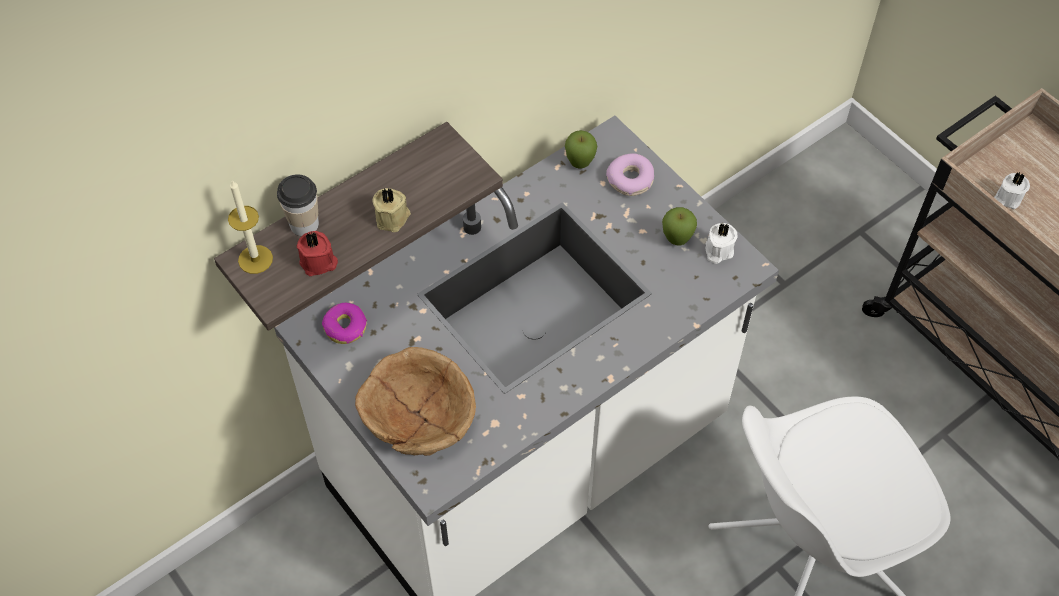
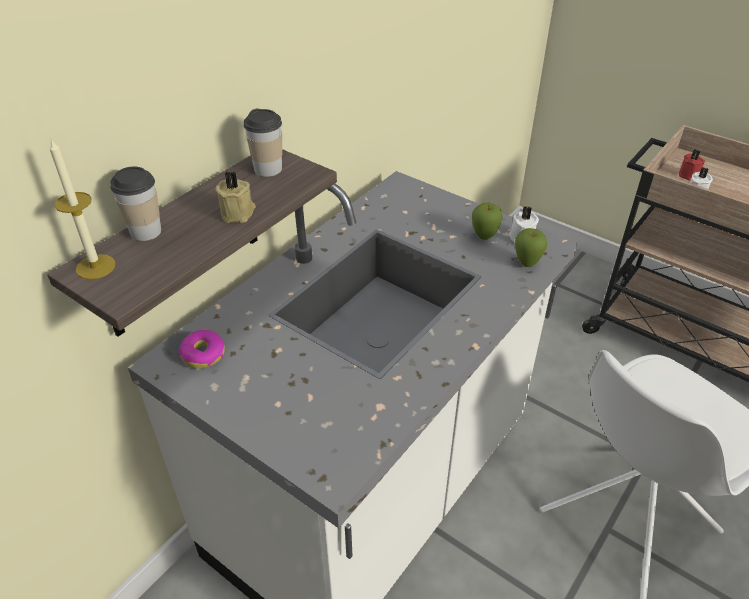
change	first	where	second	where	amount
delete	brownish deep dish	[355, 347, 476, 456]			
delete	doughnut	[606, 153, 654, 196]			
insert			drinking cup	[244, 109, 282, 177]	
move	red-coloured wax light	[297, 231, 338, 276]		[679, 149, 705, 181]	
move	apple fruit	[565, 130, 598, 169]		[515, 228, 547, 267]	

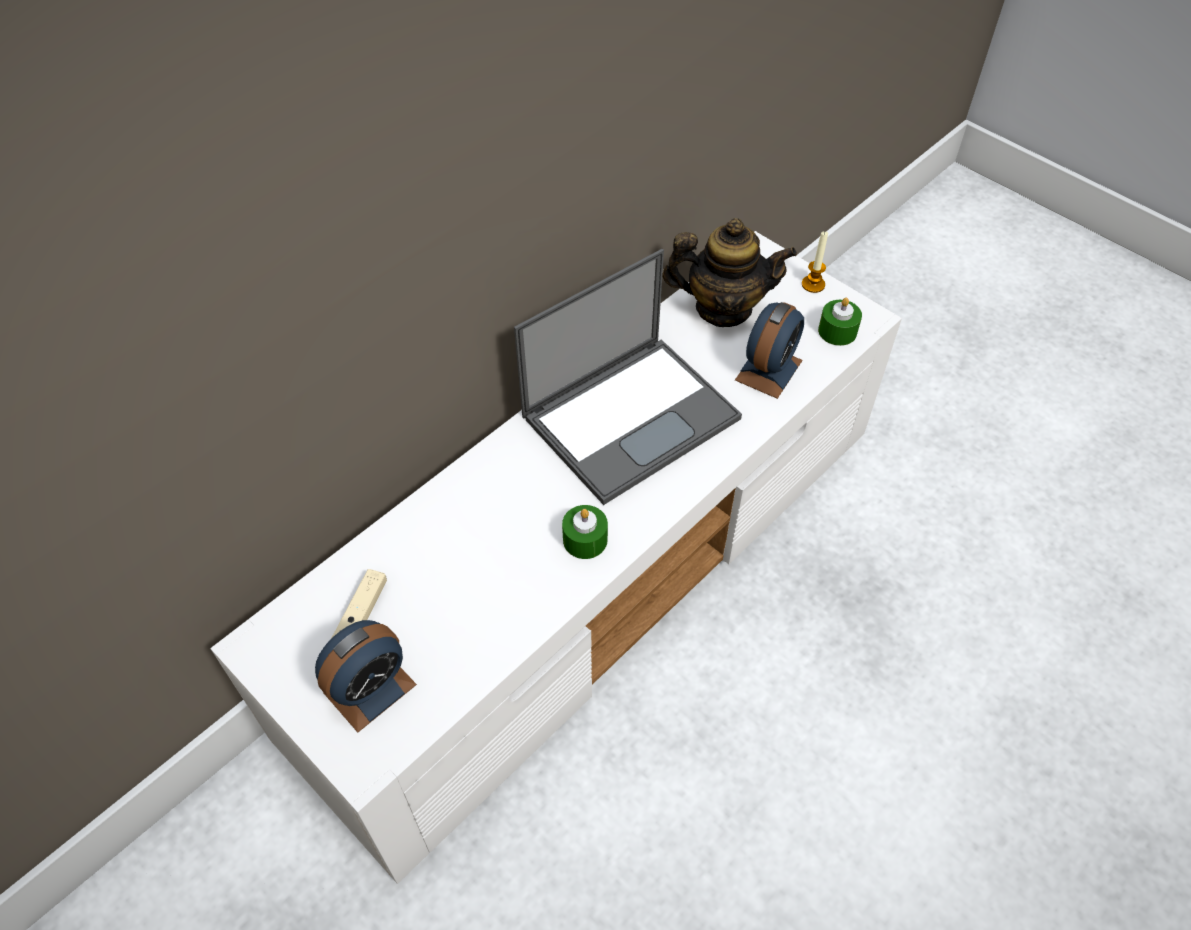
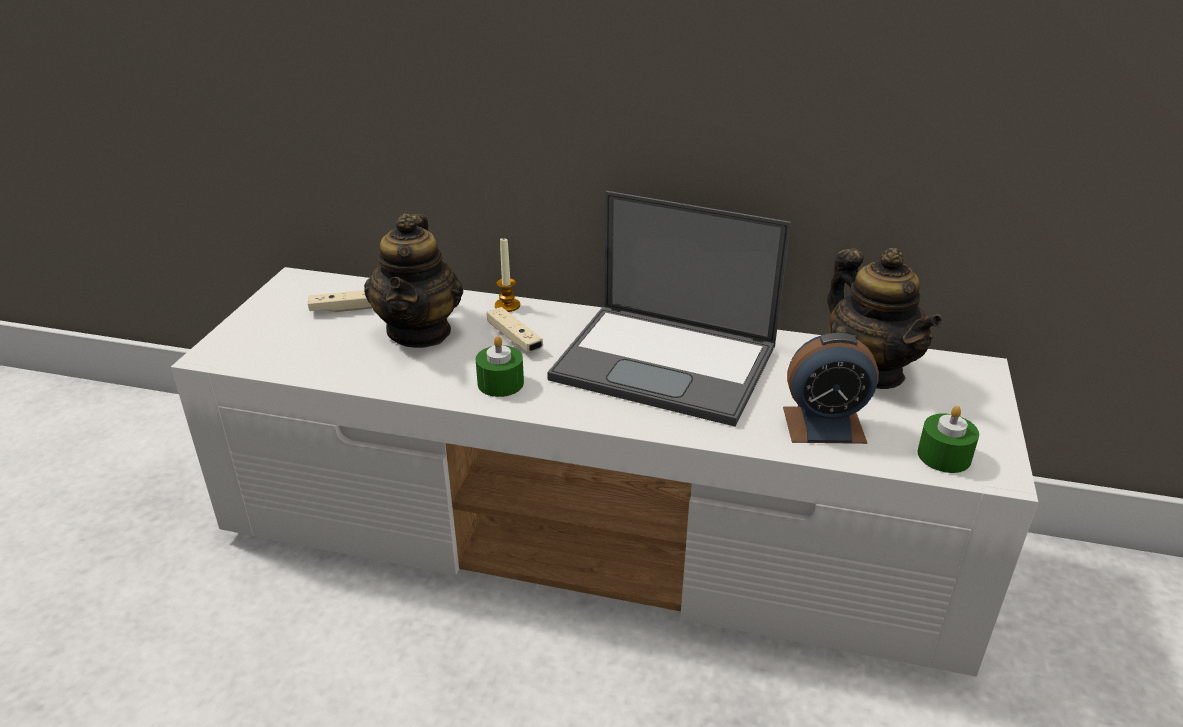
change	first	where	second	where	amount
delete	bedside clock	[315, 620, 417, 732]			
insert			tea pot	[364, 213, 463, 348]	
insert			beige-coloured game controller	[487, 307, 543, 353]	
move	wax light	[802, 231, 828, 293]		[495, 237, 520, 312]	

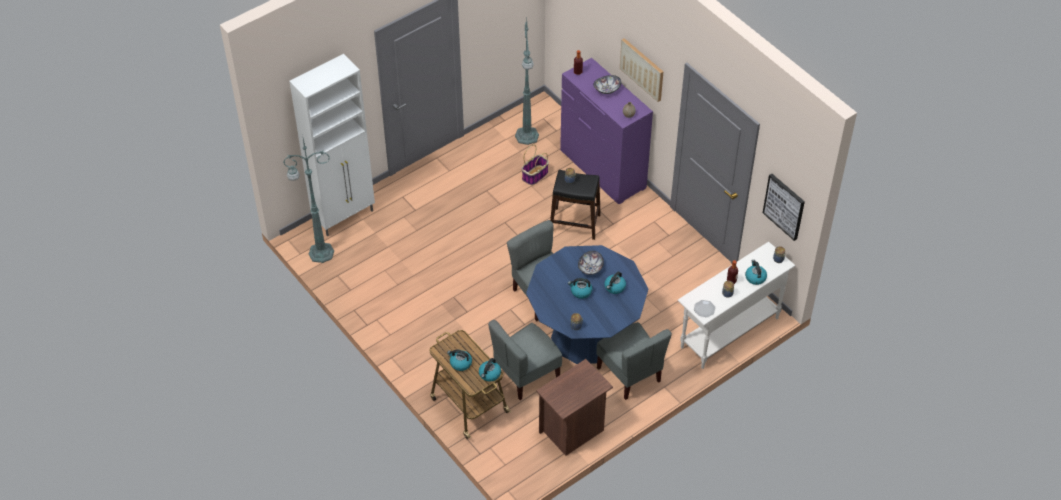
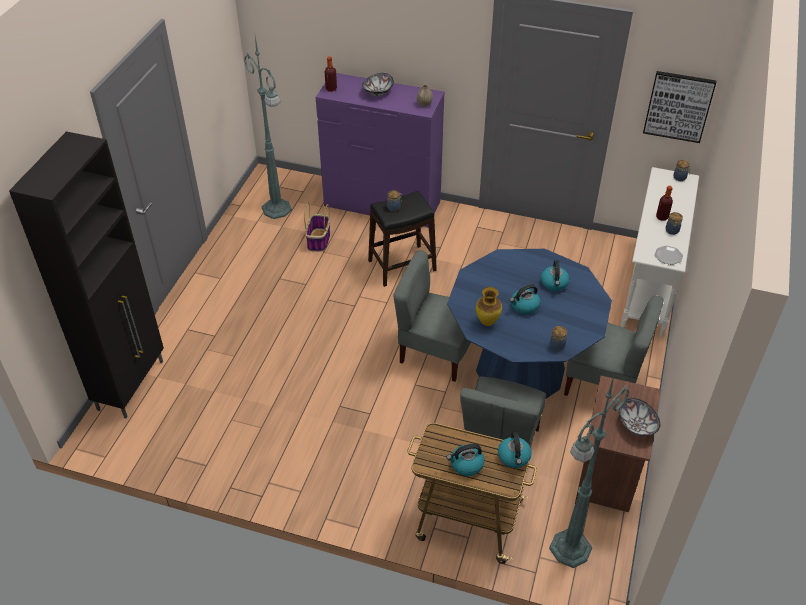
change	first	where	second	where	amount
delete	wall picture	[620, 38, 663, 102]			
delete	water kettle	[745, 260, 767, 285]			
insert			vase	[476, 287, 502, 326]	
move	green-coloured standing lamp	[283, 139, 334, 263]		[549, 376, 630, 568]	
move	deep dish	[578, 251, 604, 275]		[619, 398, 660, 436]	
recolor	white storage cabinet	[289, 54, 375, 237]	black storage cabinet	[9, 131, 164, 418]	

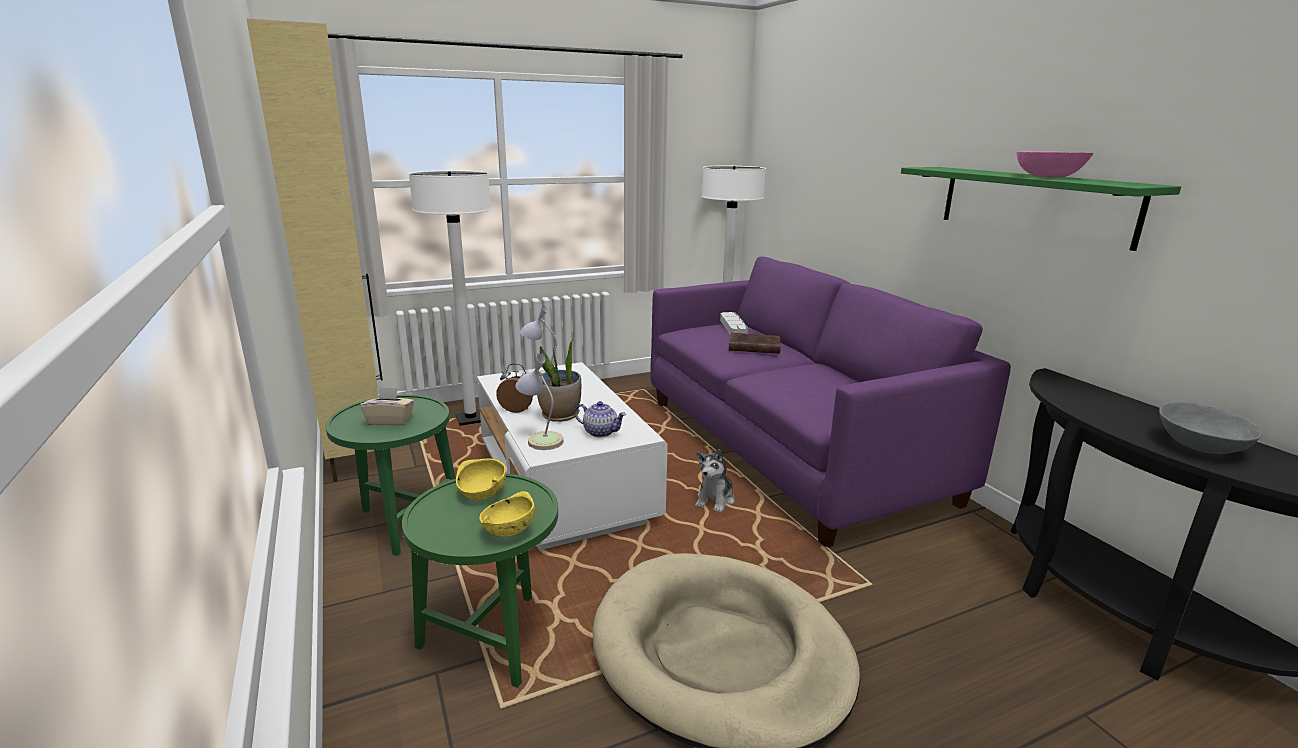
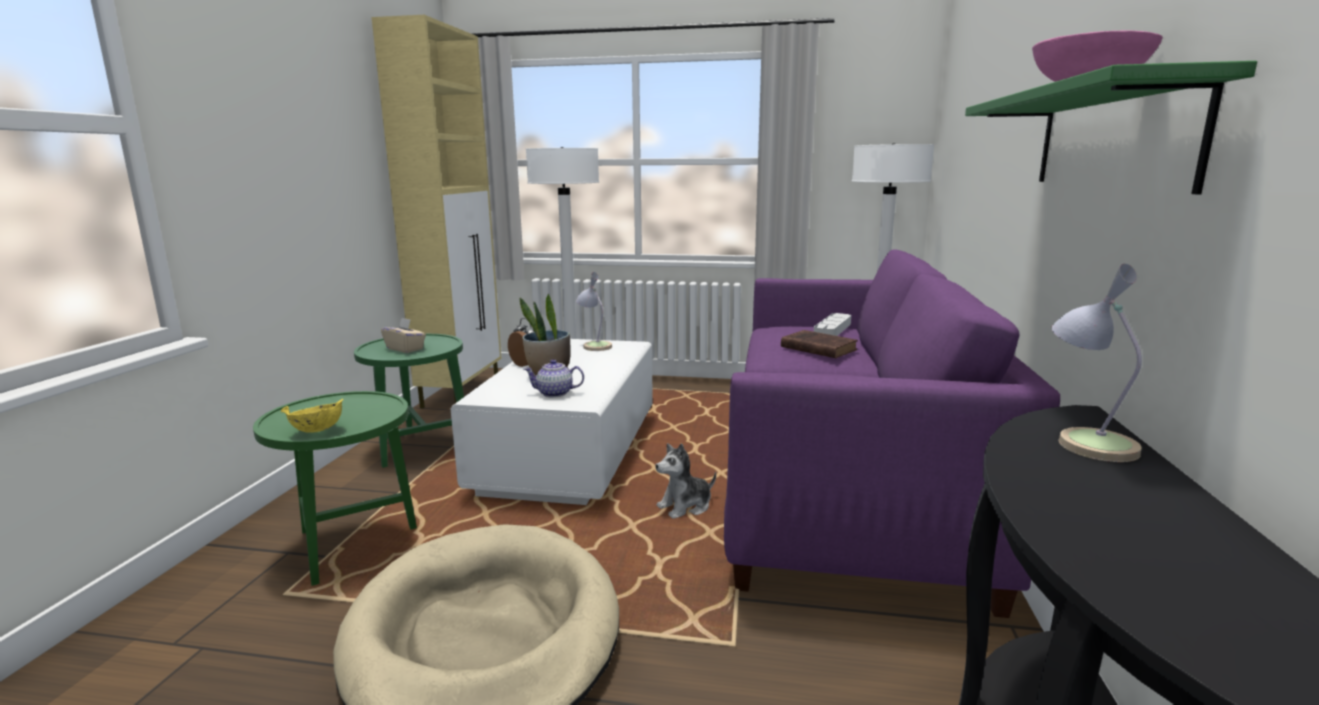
change	first	where	second	where	amount
delete	yellow deep dish	[456, 459, 506, 500]			
delete	greyish deep dish	[1159, 402, 1262, 454]			
move	tabletop lamp	[515, 353, 564, 450]		[1051, 263, 1142, 462]	
rotate	tea pot	[575, 401, 626, 437]		[524, 359, 584, 398]	120 degrees clockwise

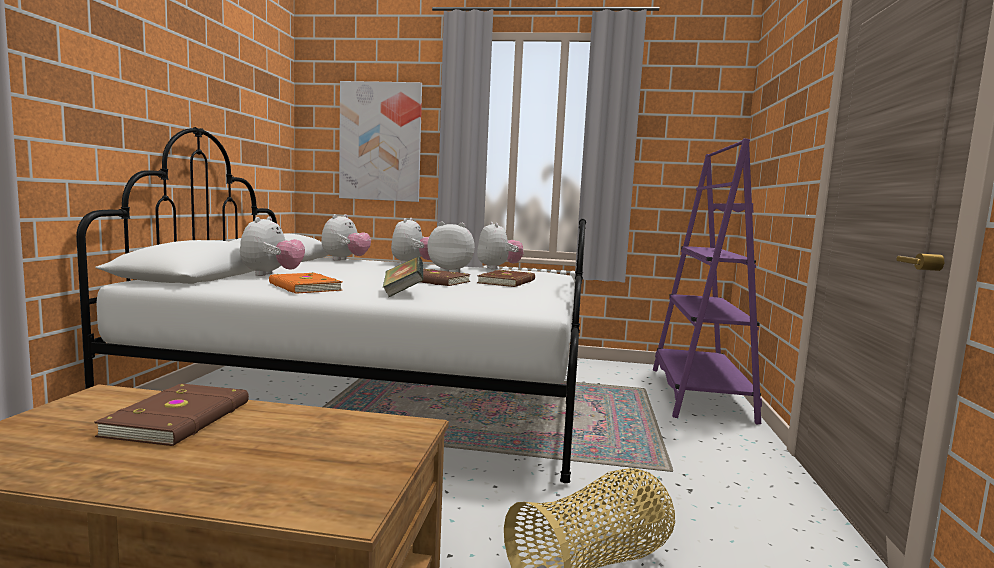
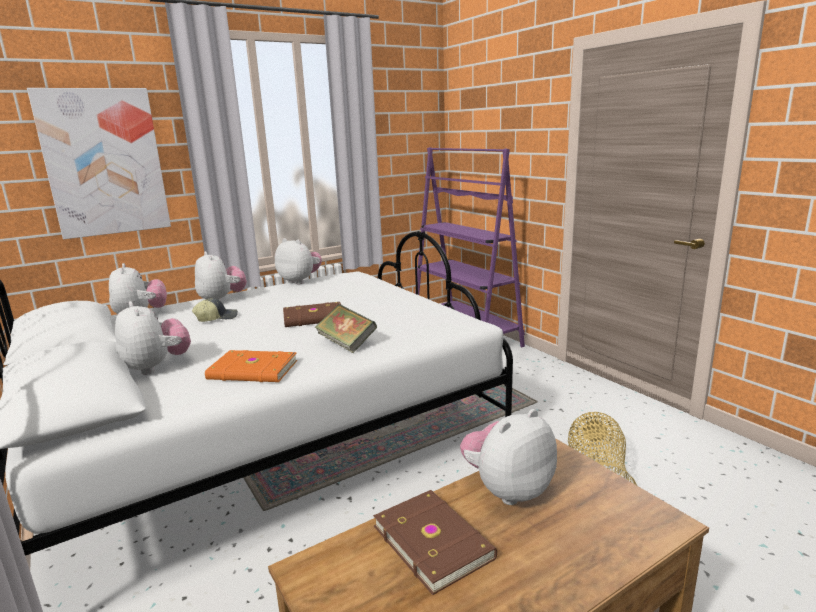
change	first	where	second	where	amount
delete	brownish volume	[477, 270, 535, 287]			
insert			baseball cap	[192, 298, 238, 322]	
move	cuddly toy	[427, 222, 475, 273]		[460, 409, 557, 505]	

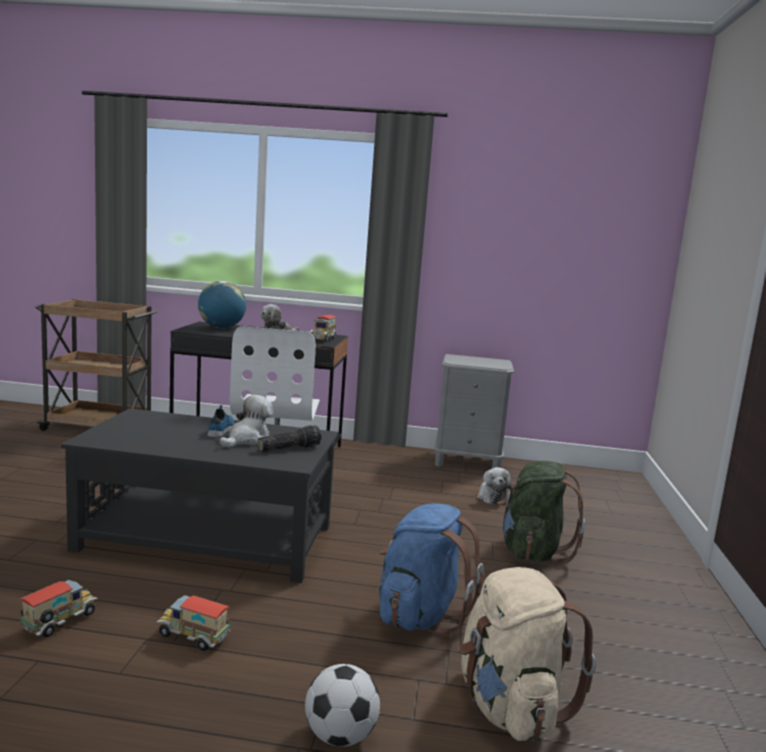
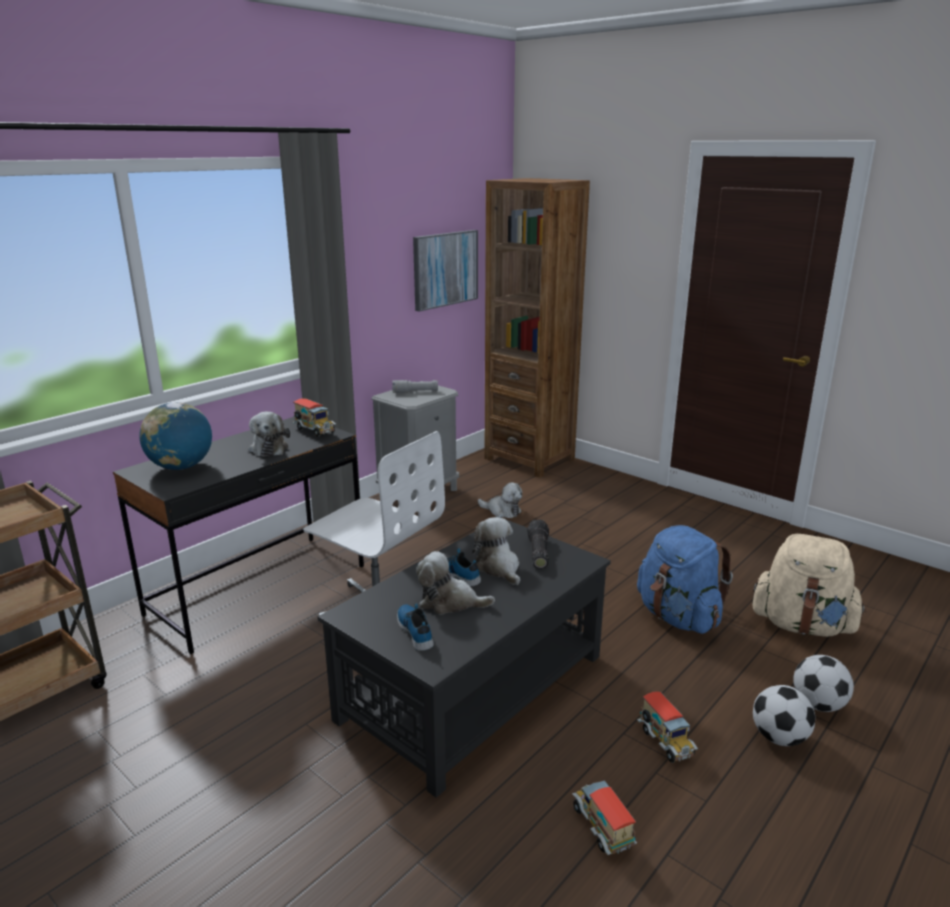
change	first	where	second	where	amount
delete	green-coloured rucksack	[497, 461, 585, 564]			
insert			greyish torch	[392, 380, 438, 393]	
insert			low shoe	[397, 603, 434, 651]	
insert			wall picture	[413, 230, 478, 312]	
insert			cuddly toy	[416, 551, 495, 615]	
insert			brownish bookshelf	[484, 178, 590, 478]	
insert			football	[753, 685, 815, 746]	
rotate	toy lorry	[157, 595, 230, 651]		[637, 692, 698, 763]	75 degrees counterclockwise

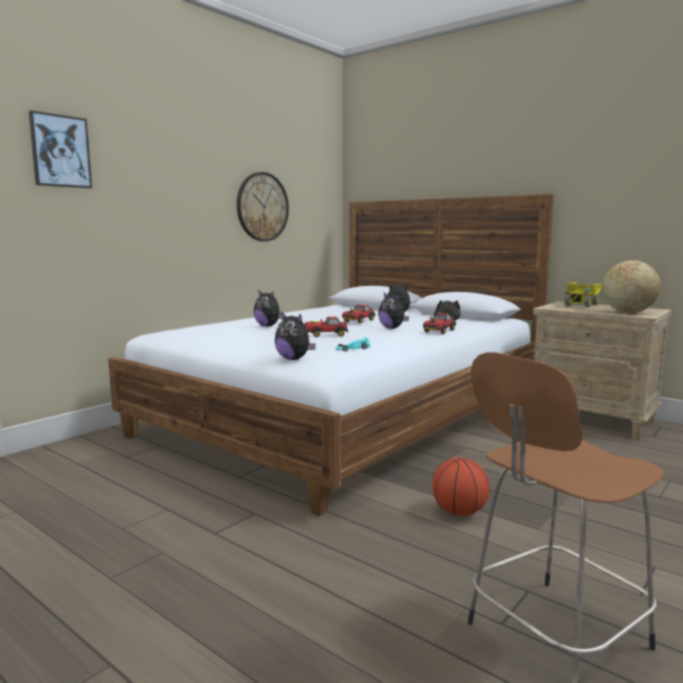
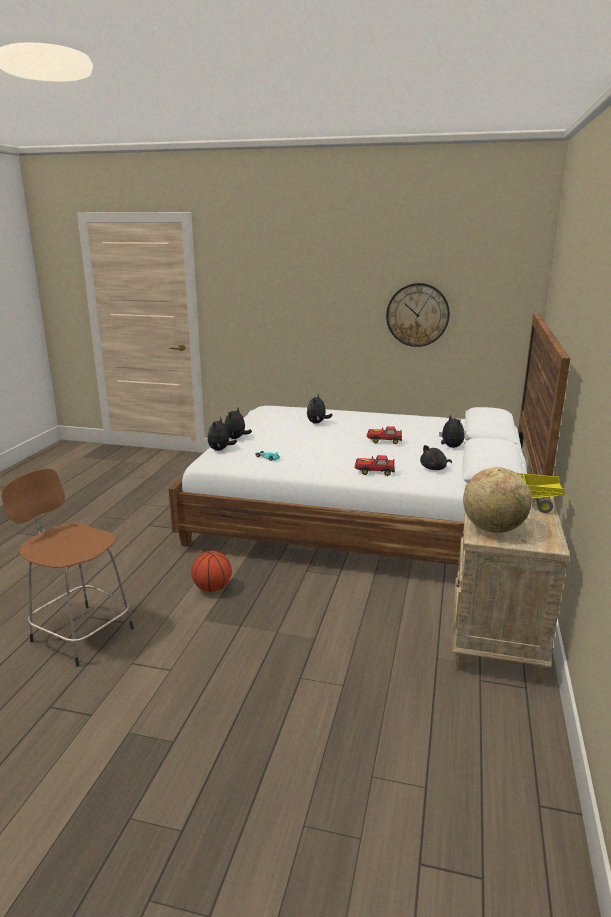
change	first	where	second	where	amount
delete	wall picture	[29, 110, 92, 188]			
delete	toy car	[304, 317, 348, 337]			
move	cuddly toy	[378, 292, 409, 329]		[224, 408, 252, 439]	

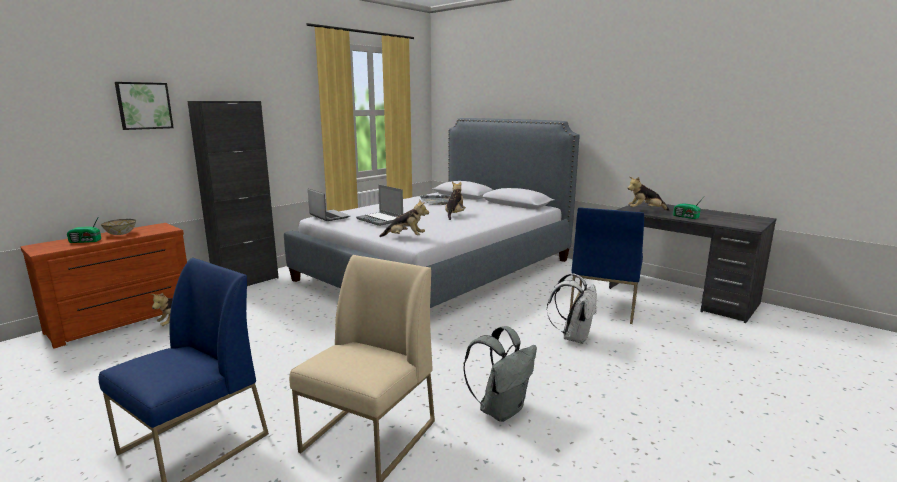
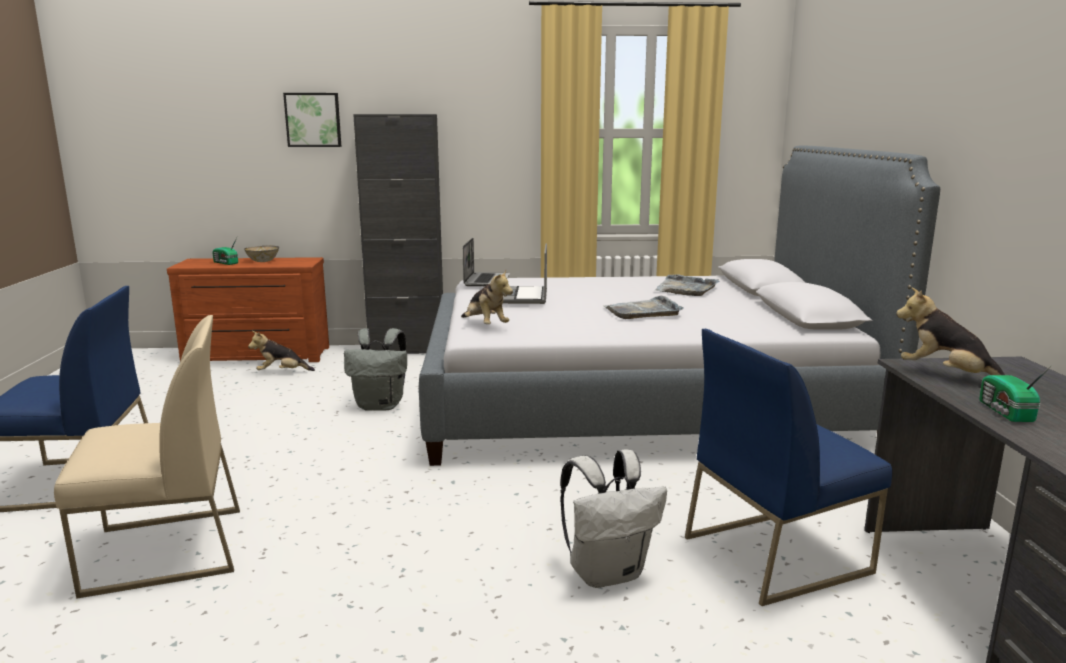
change	first	where	second	where	amount
move	greyish rucksack	[463, 326, 537, 422]		[344, 328, 407, 411]	
replace	cuddly toy	[445, 182, 466, 220]	greyish tray	[604, 295, 683, 319]	

